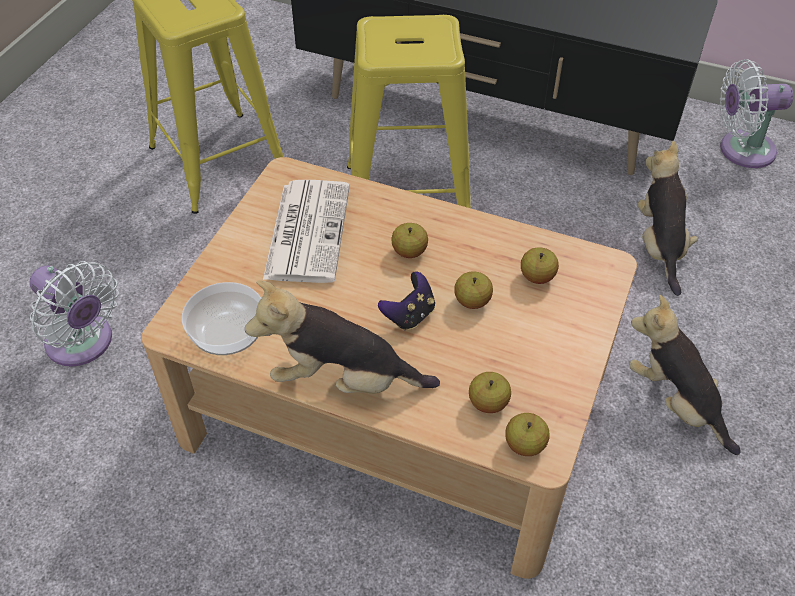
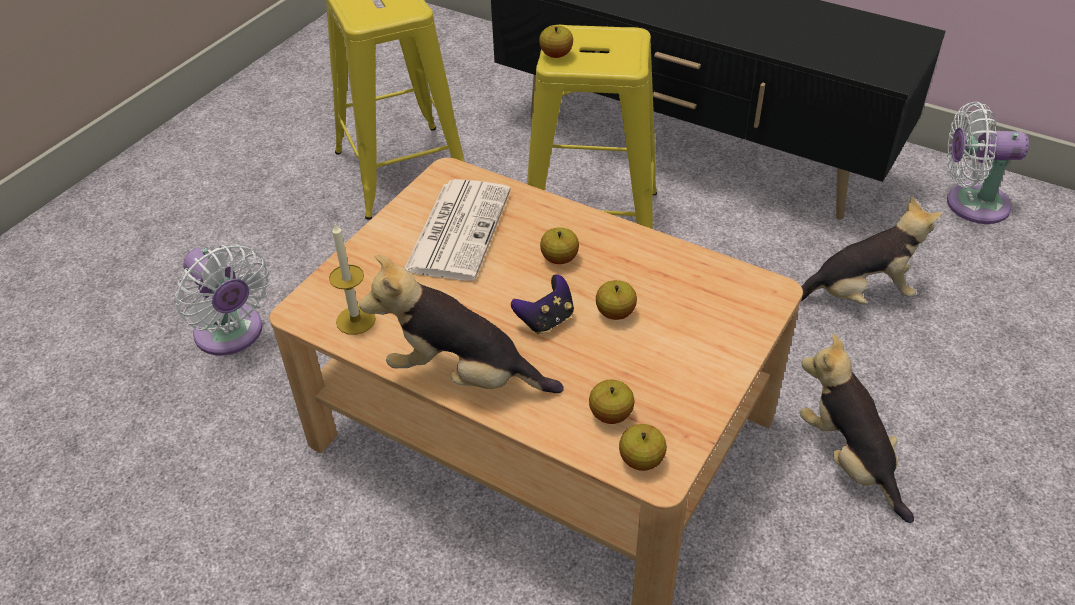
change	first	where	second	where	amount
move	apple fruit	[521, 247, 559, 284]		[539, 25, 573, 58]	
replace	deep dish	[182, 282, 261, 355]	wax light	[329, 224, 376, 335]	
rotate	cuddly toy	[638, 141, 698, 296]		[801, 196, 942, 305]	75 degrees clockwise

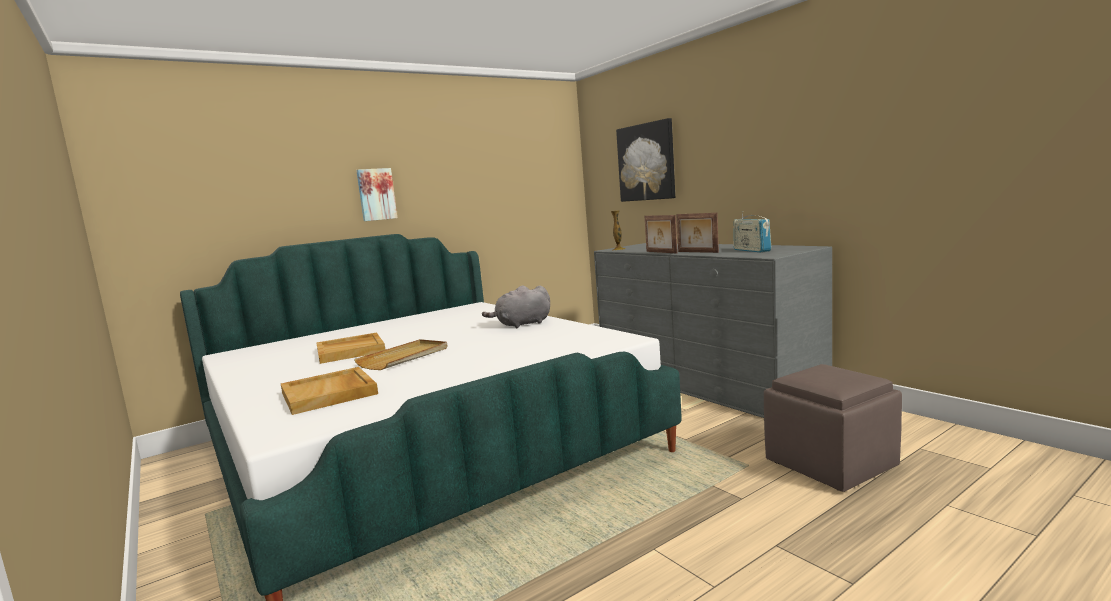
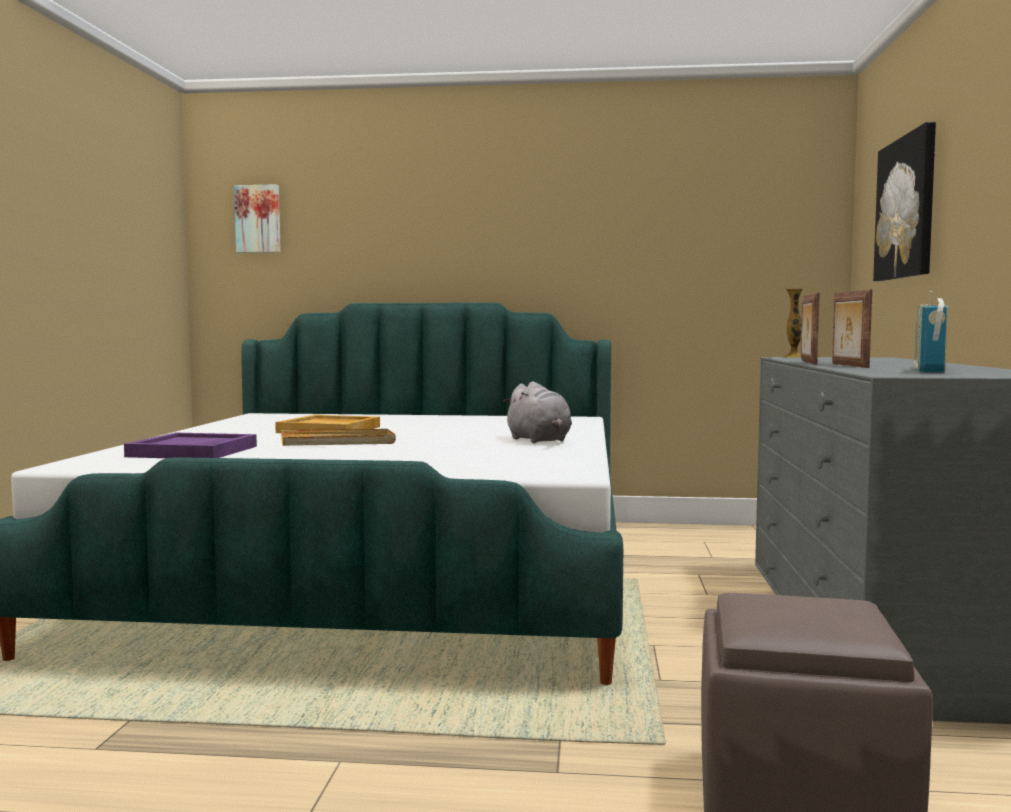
change	first	where	second	where	amount
move	wall picture	[356, 168, 397, 221]		[234, 184, 281, 253]	
recolor	beige-coloured tray	[281, 367, 378, 415]	purple-coloured tray	[124, 433, 257, 458]	
rotate	greyish cuddly toy	[482, 285, 550, 328]		[503, 381, 572, 443]	135 degrees counterclockwise

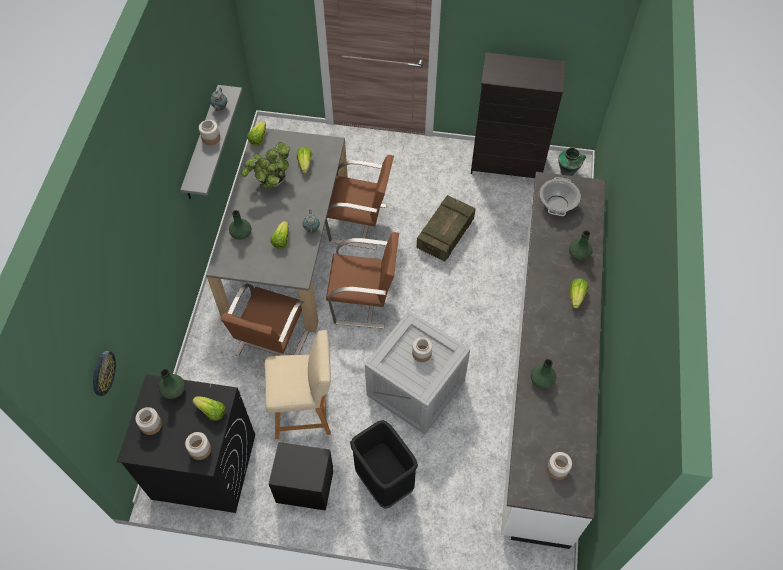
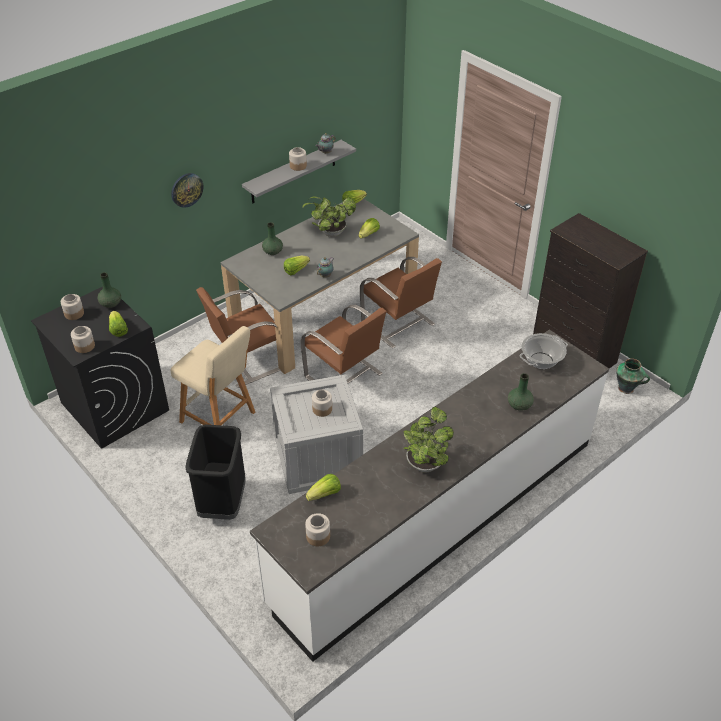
change	first	where	second	where	amount
delete	black night table	[269, 442, 333, 511]			
delete	shipping crate	[417, 195, 475, 262]			
delete	green-coloured vase	[531, 359, 556, 389]			
insert			potted plant	[403, 407, 454, 473]	
move	wall clock	[93, 351, 116, 396]		[171, 173, 204, 208]	
move	lettuce	[570, 278, 588, 309]		[306, 474, 341, 501]	

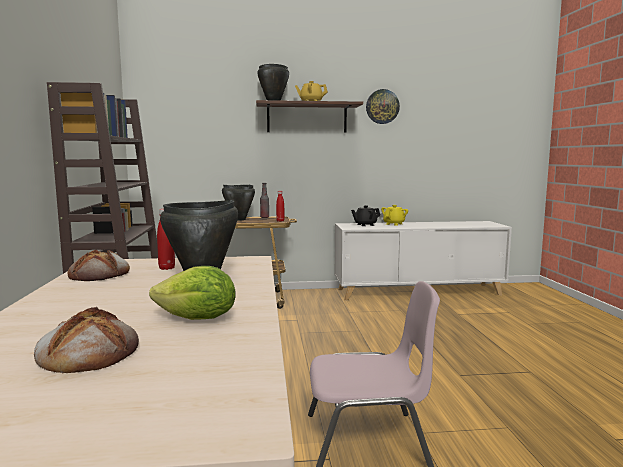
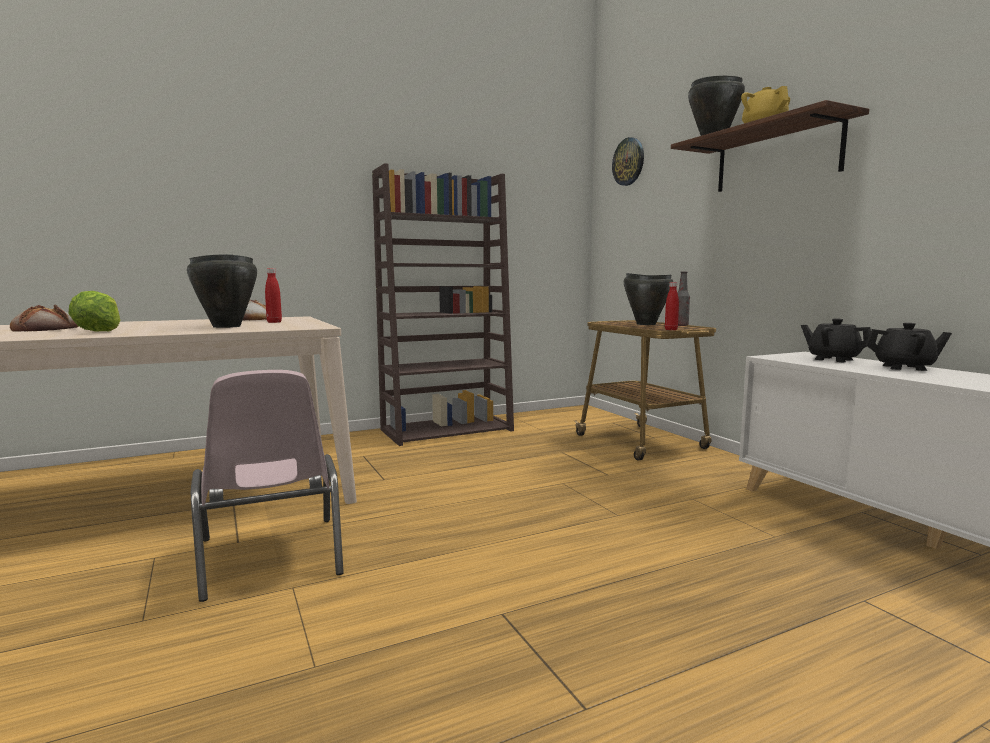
change	first	where	second	where	amount
move	wall clock	[366, 89, 400, 124]		[612, 137, 644, 186]	
recolor	yellow tea pot	[381, 205, 408, 226]	black tea pot	[866, 323, 952, 371]	

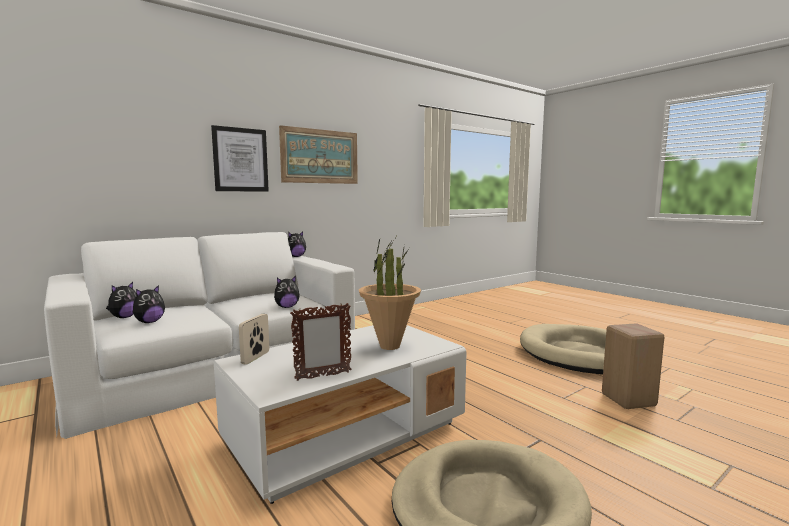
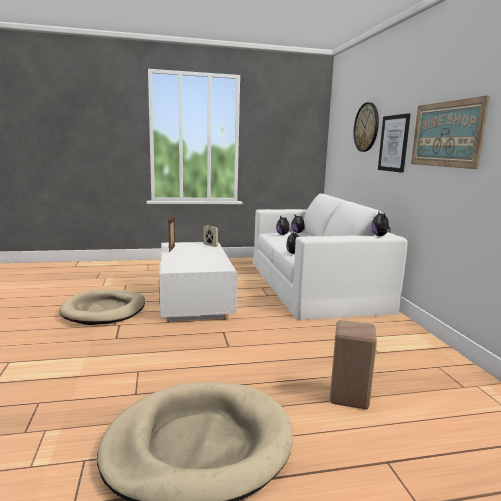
change	first	where	second	where	amount
delete	potted plant	[359, 239, 421, 350]			
insert			wall clock	[354, 102, 379, 152]	
move	beige-coloured stool	[602, 323, 664, 409]		[330, 320, 377, 409]	

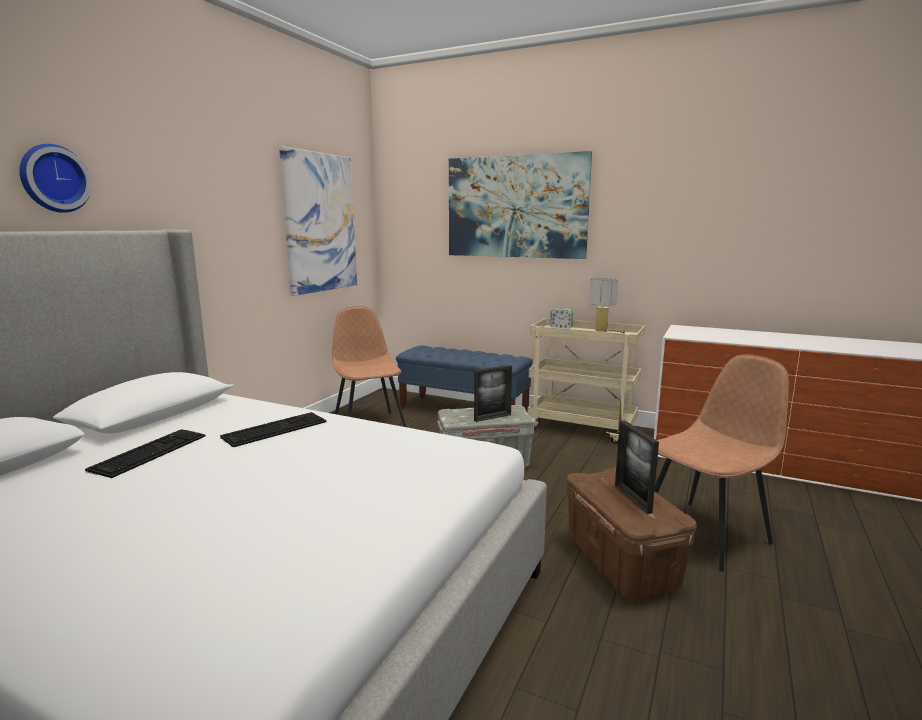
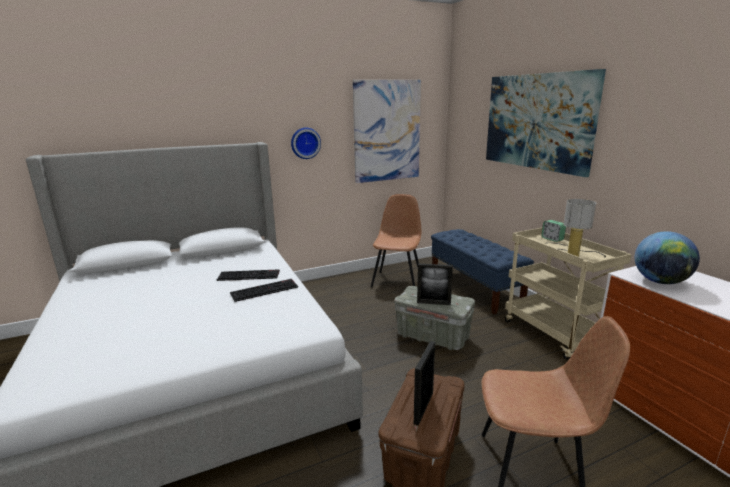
change	first	where	second	where	amount
insert			desk globe	[635, 231, 700, 284]	
move	wall clock	[19, 144, 92, 213]		[291, 127, 321, 159]	
move	computer keyboard	[85, 429, 205, 478]		[230, 279, 298, 302]	

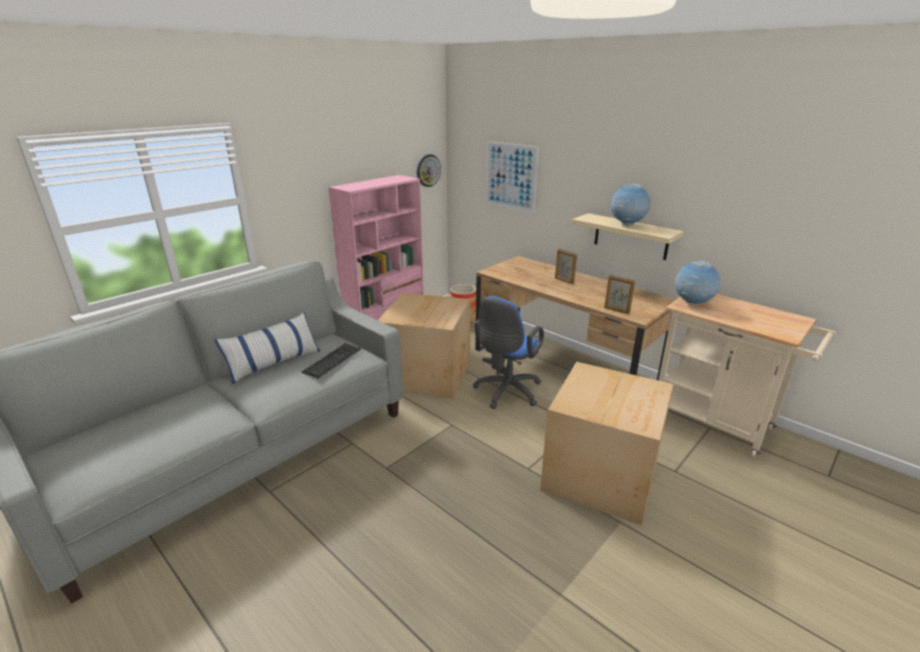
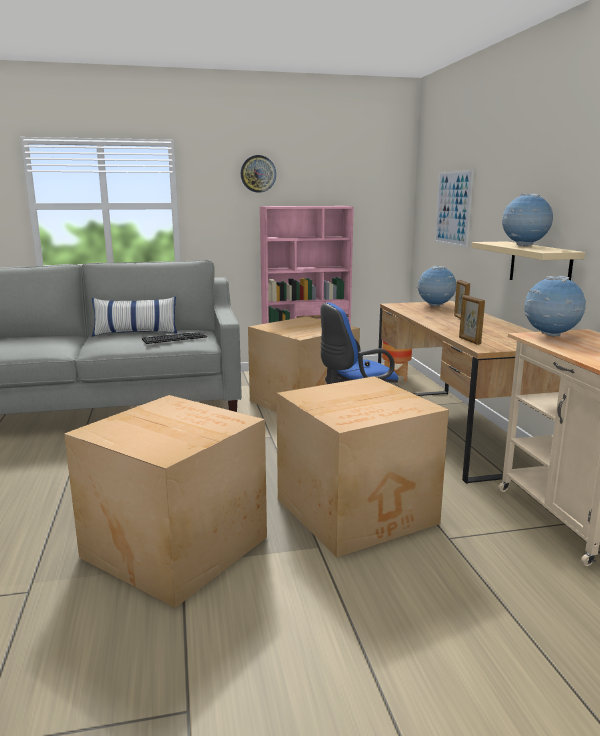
change	first	where	second	where	amount
insert			cardboard box	[64, 395, 267, 608]	
insert			desk globe	[417, 266, 456, 307]	
move	wall clock	[417, 154, 441, 187]		[241, 155, 276, 193]	

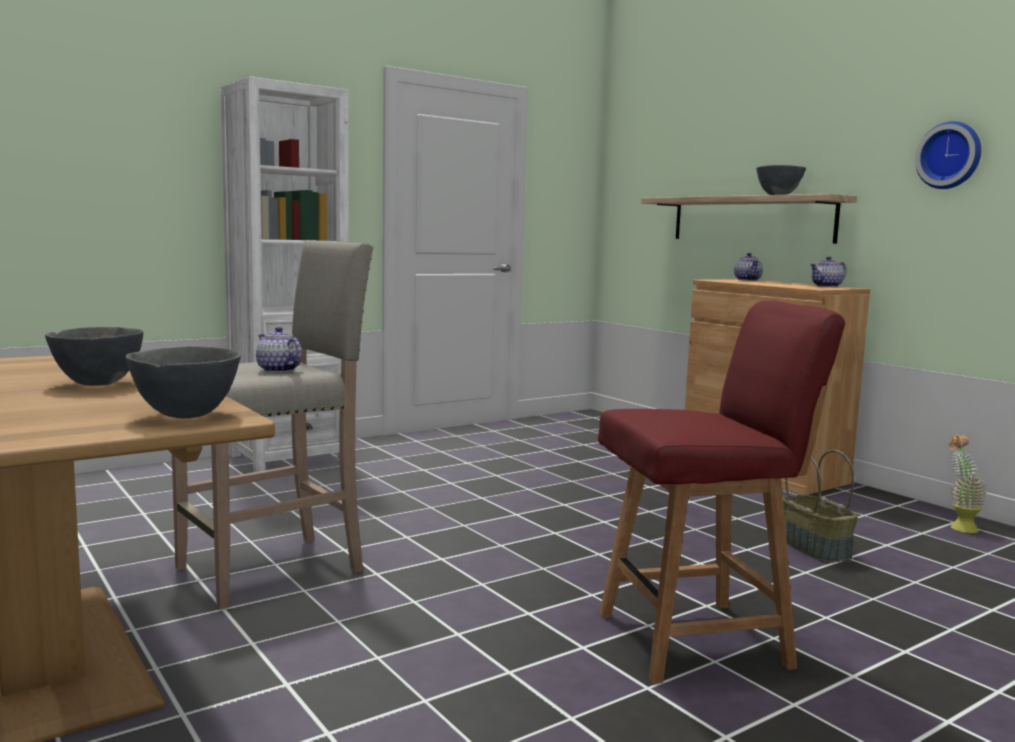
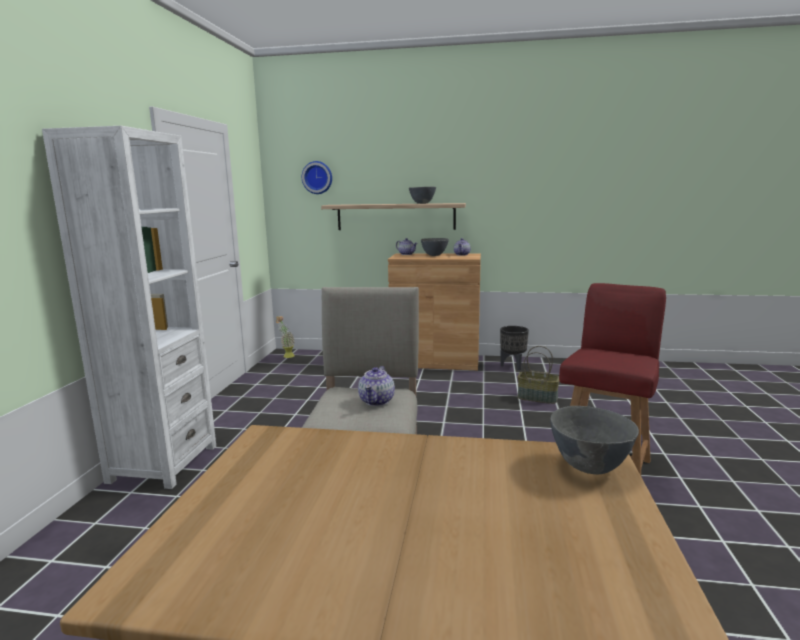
change	first	where	second	where	amount
insert			black plant pot	[500, 326, 529, 370]	
move	greyish deep dish	[45, 327, 143, 386]		[421, 238, 449, 256]	
move	wall clock	[915, 121, 981, 189]		[302, 161, 332, 194]	
move	potted plant	[949, 435, 987, 533]		[276, 316, 295, 358]	
rotate	tea pot	[256, 327, 302, 373]		[358, 366, 395, 406]	75 degrees counterclockwise

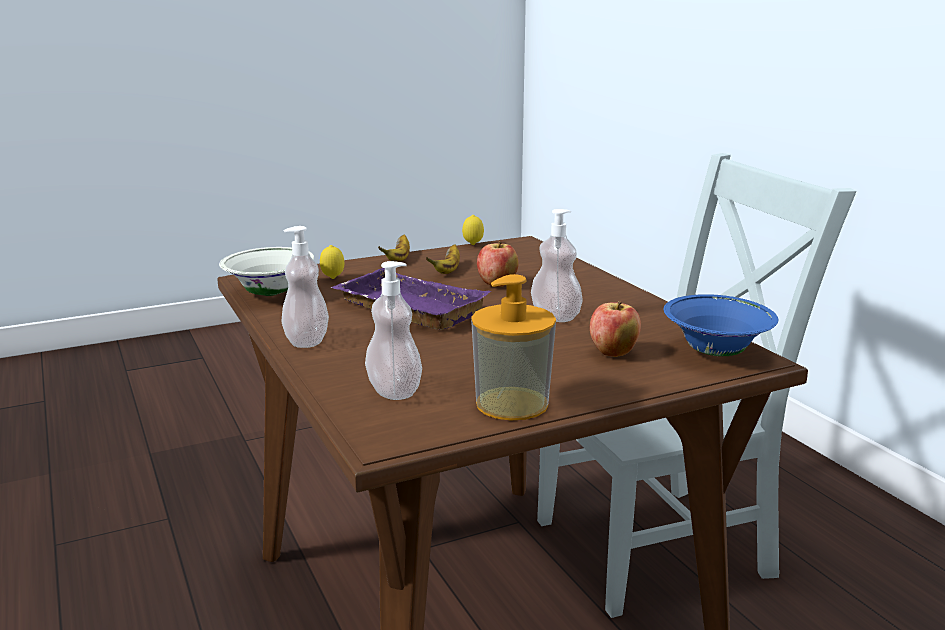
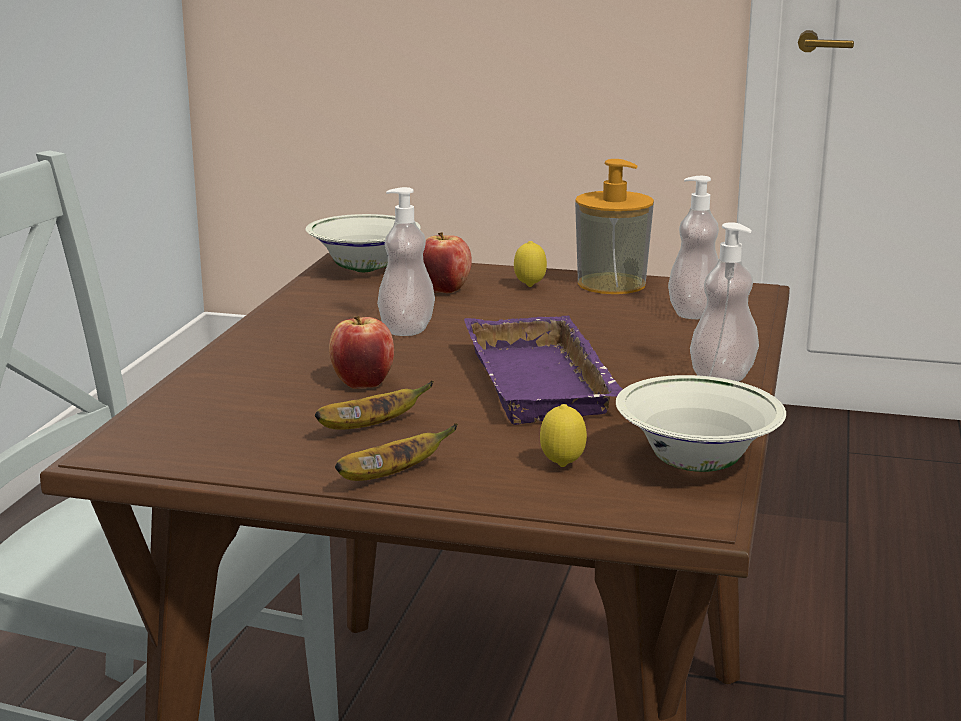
change	first	where	second	where	amount
move	citrus fruit	[462, 215, 484, 245]		[514, 241, 547, 287]	
recolor	blue-coloured deep dish	[664, 294, 778, 356]	white deep dish	[306, 214, 421, 272]	

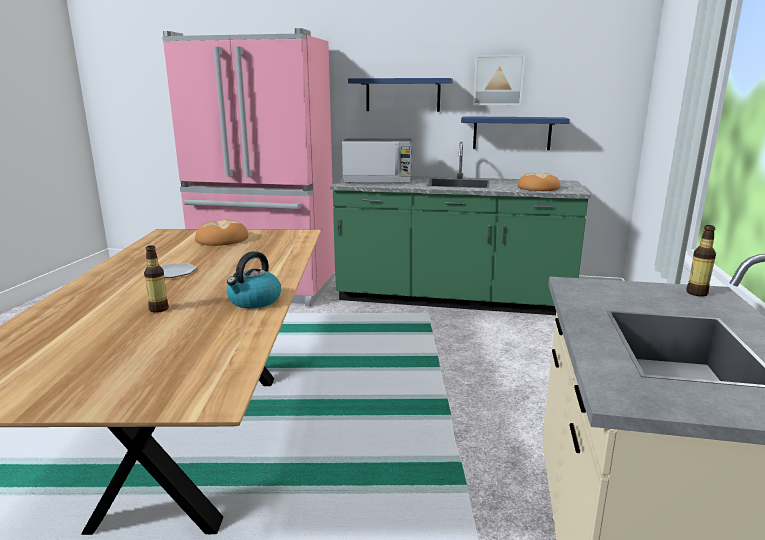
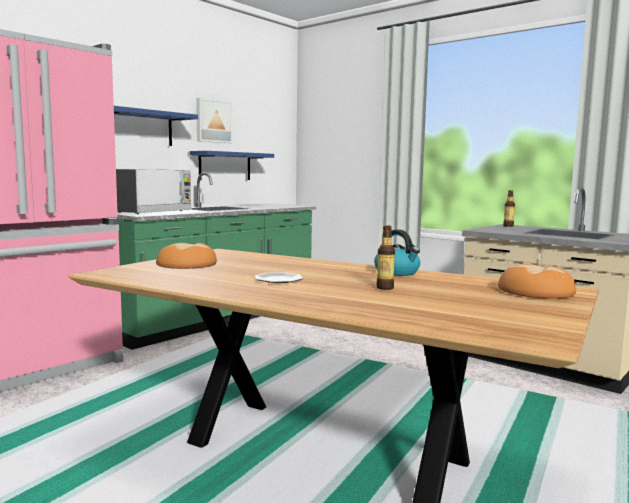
change	first	where	second	where	amount
move	baked bread	[517, 173, 560, 191]		[498, 264, 576, 299]	

